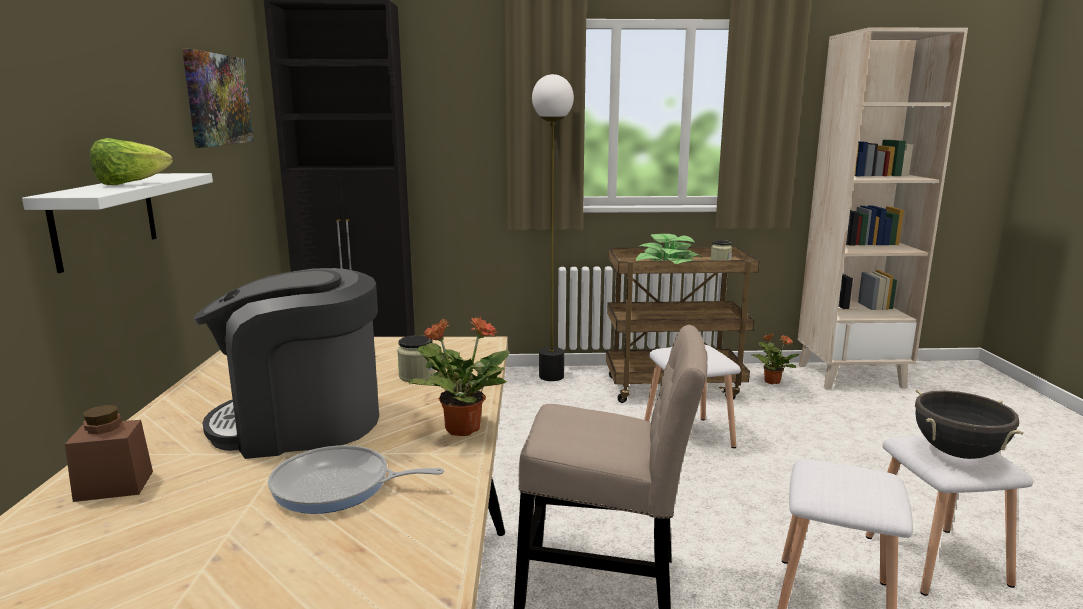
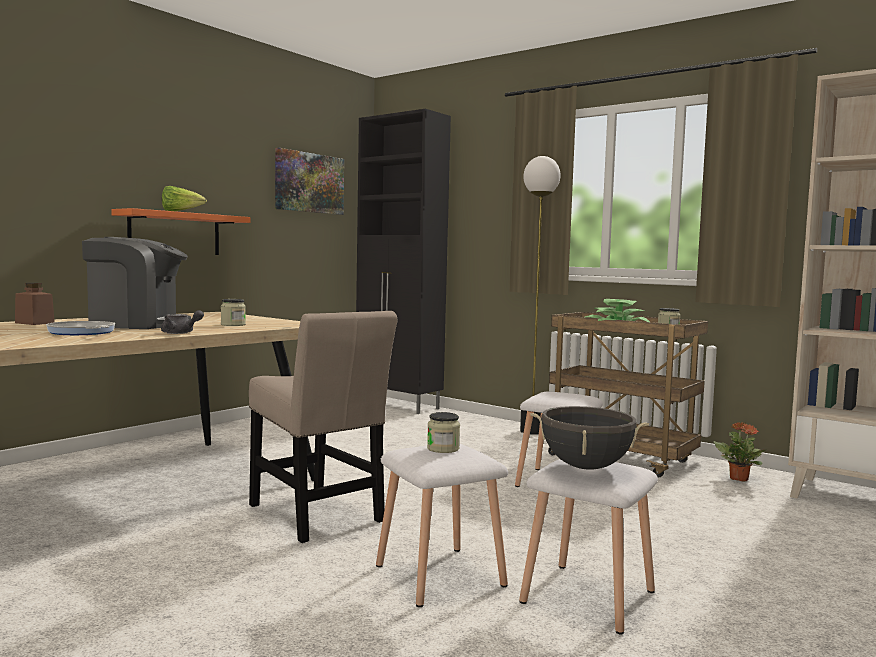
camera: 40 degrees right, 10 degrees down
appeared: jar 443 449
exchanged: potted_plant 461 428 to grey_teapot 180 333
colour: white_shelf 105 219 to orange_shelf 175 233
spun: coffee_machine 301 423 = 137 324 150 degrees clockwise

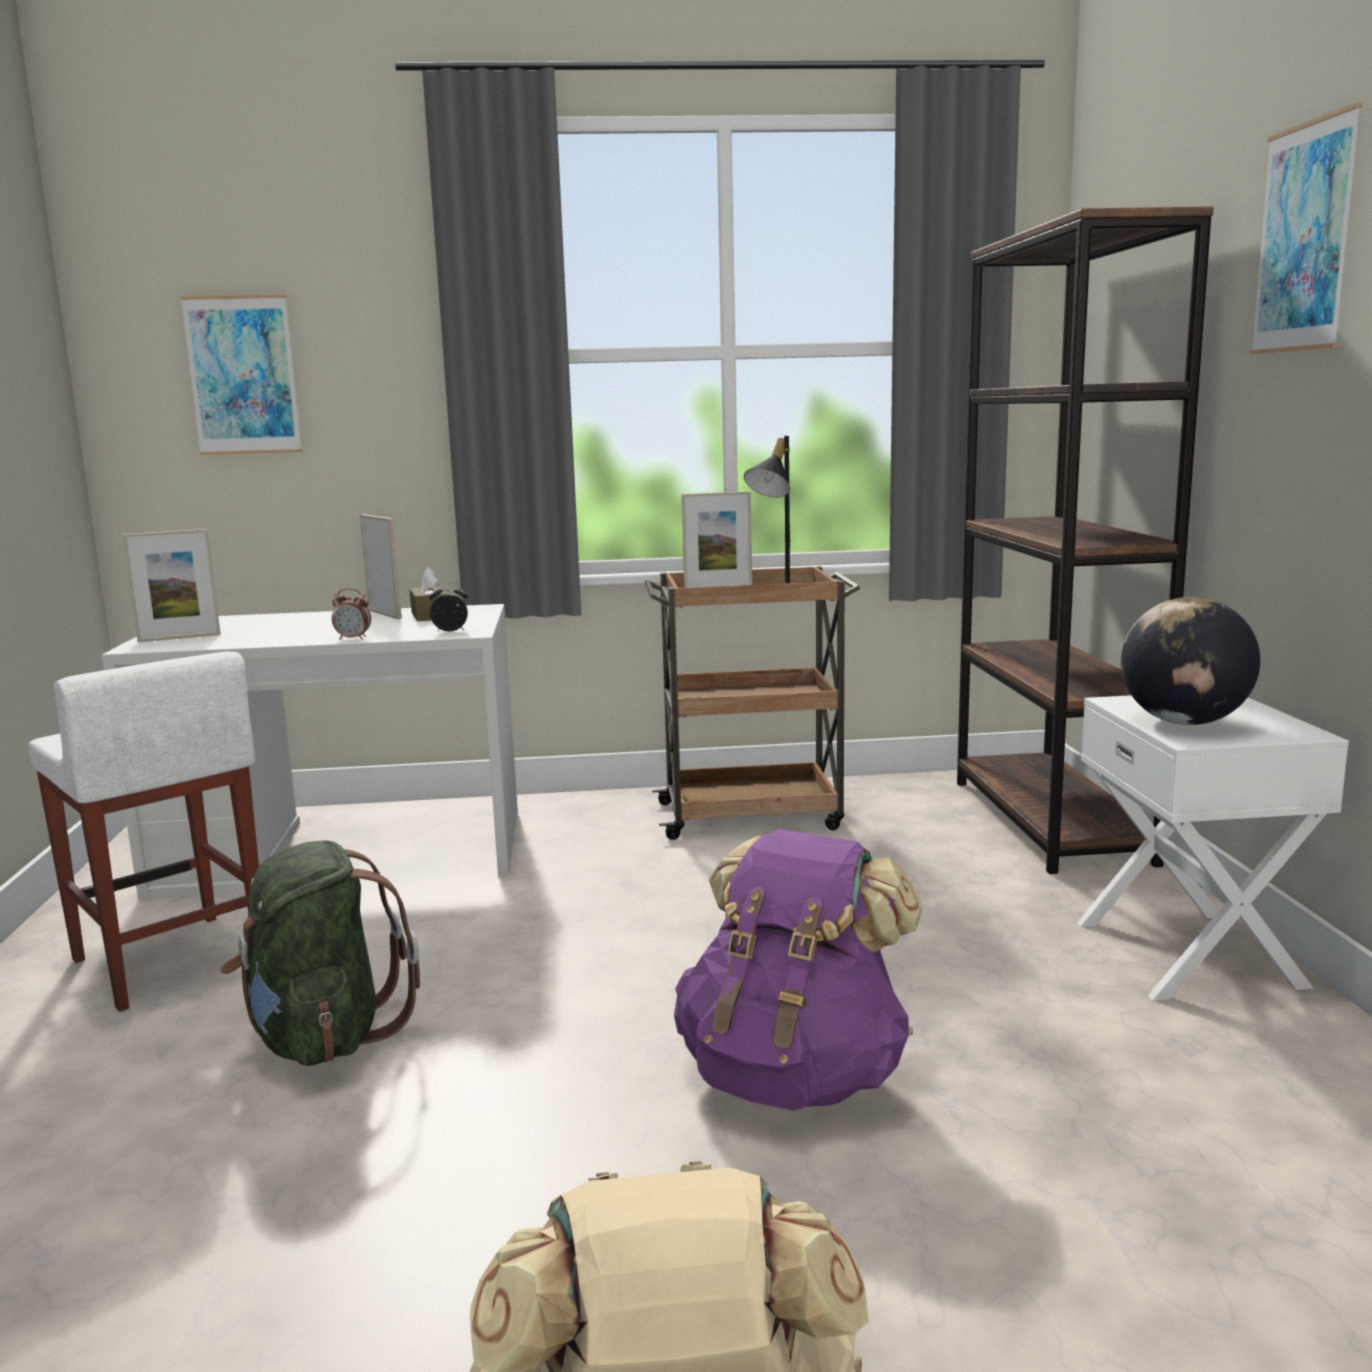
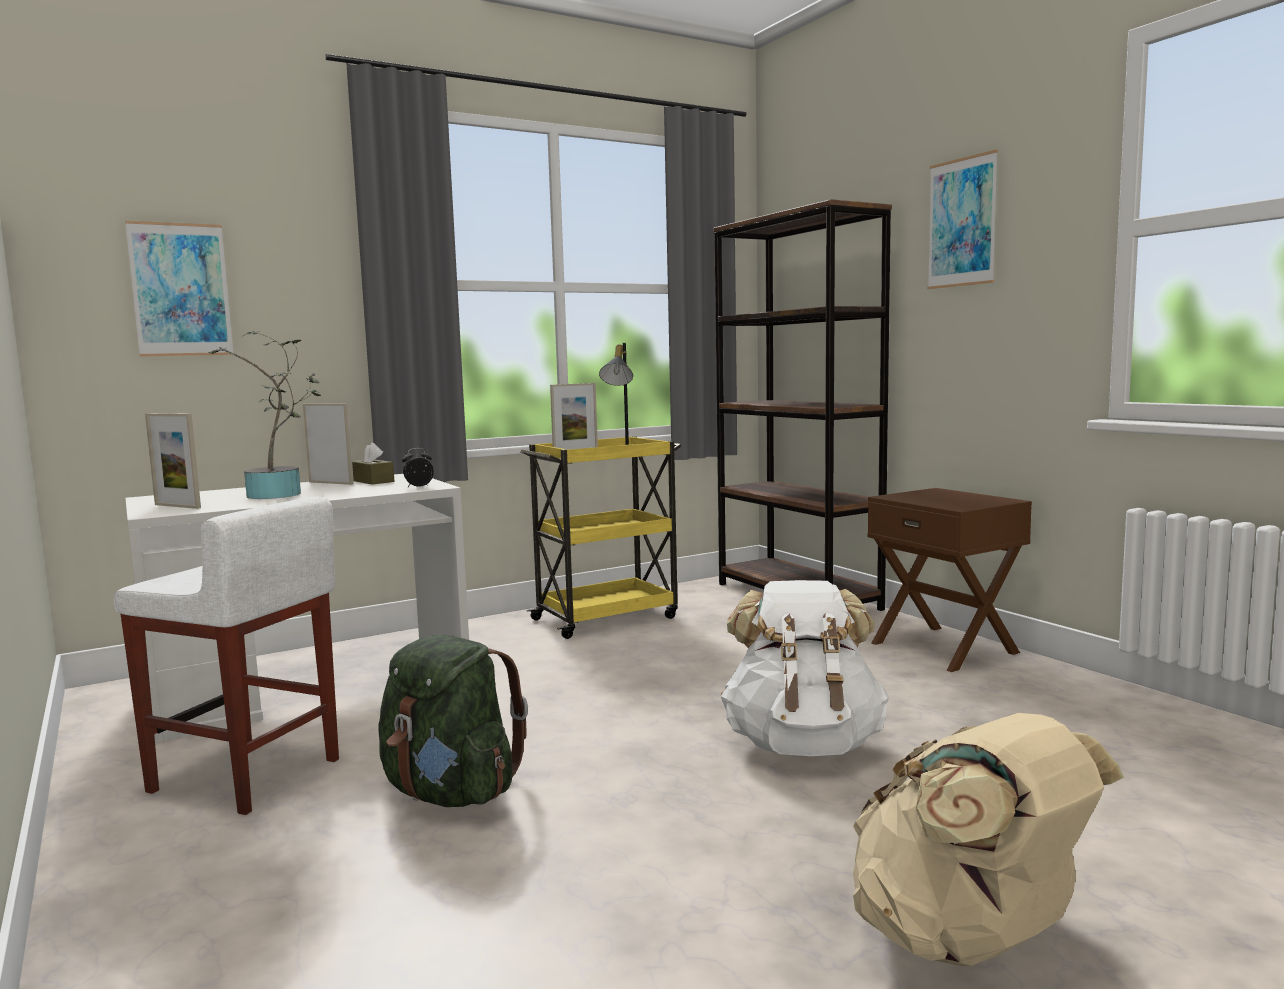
camera: 25 degrees left, 5 degrees down
missing: alarm_clock 353 639; globe 1184 722
appeared: potted_plant 280 495
colour: brown_cart 752 815 to yellow_cart 607 618; purple_backpack 794 1074 to white_backpack 803 744; white_nightstand 1190 953 to brown_nightstand 945 647
spun: picture_frame 179 638 = 177 506 75 degrees clockwise

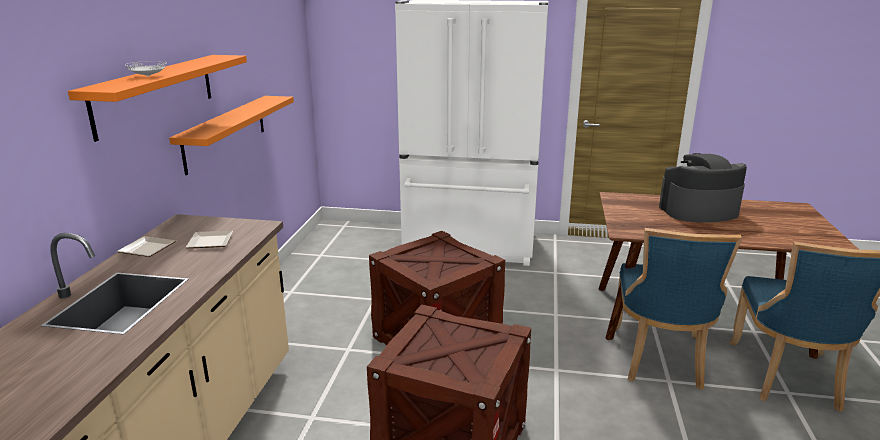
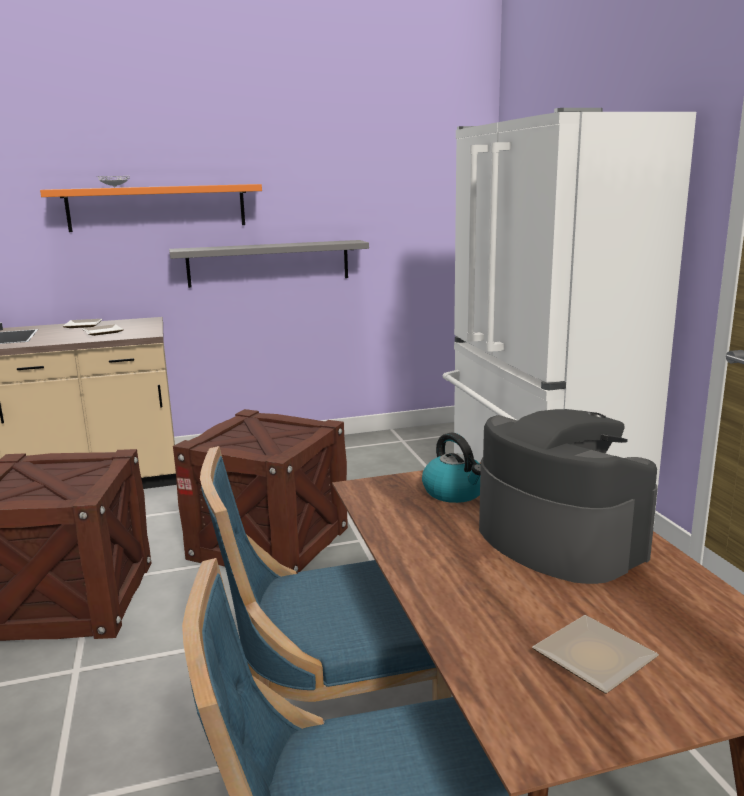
camera: 65 degrees right, 5 degrees down
appeared: kettle 455 492; plate 589 657
colour: orange_shelf 226 132 to grey_shelf 269 263

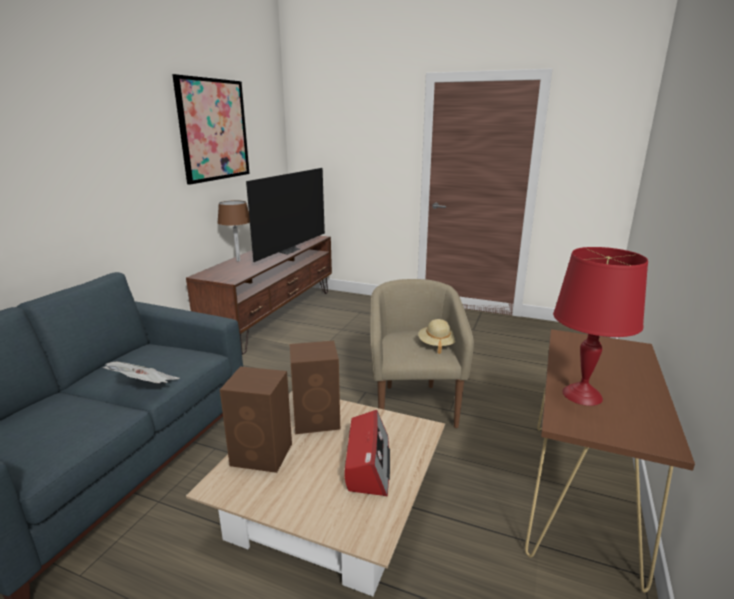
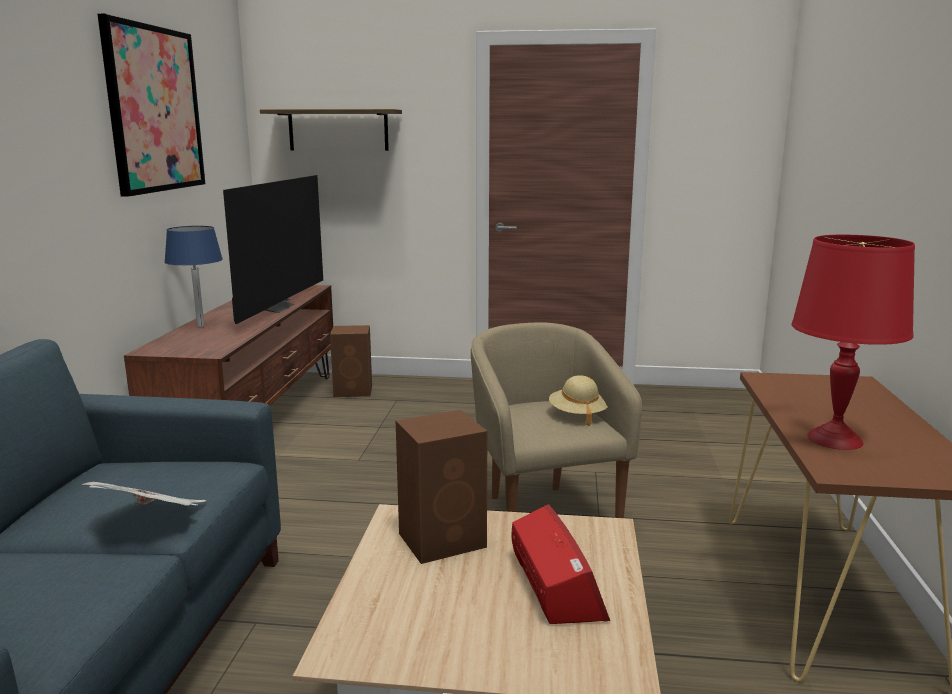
camera: 15 degrees left, 5 degrees down
appeared: shelf 338 130
relocated: brown_speaker 263 454 to 354 391
colour: brown_table_lamp 238 260 to blue_table_lamp 200 326

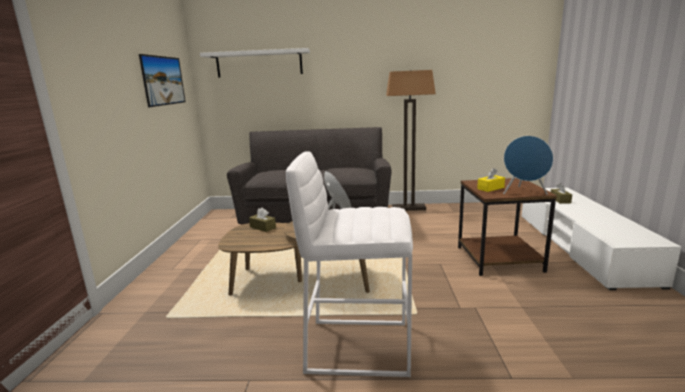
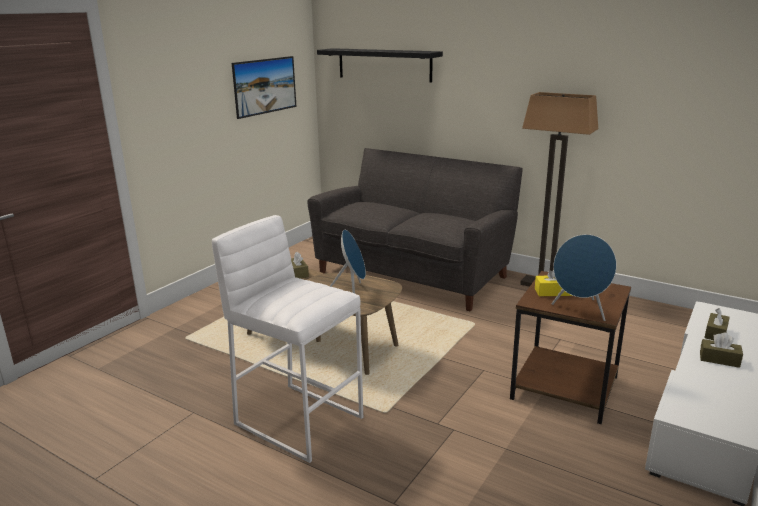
camera: 30 degrees right, 5 degrees up
appeared: brown_tissue_box 719 359
colour: white_shelf 259 63 to black_shelf 384 64

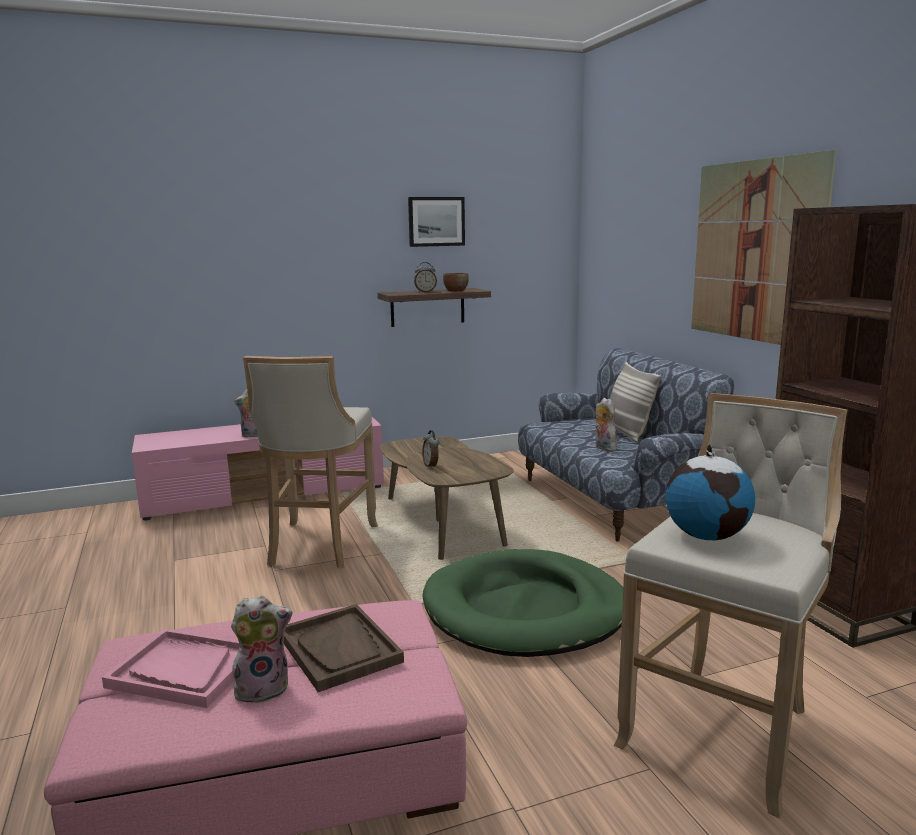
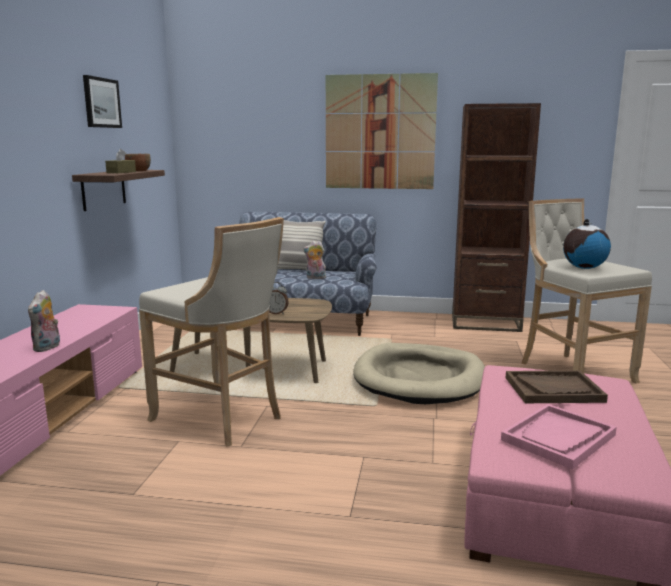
camera: 60 degrees left, 0 degrees up
missing: plush_toy 263 688
exchanged: alarm_clock 425 292 to brown_tissue_box 121 172
colour: green_dog_bed 526 610 to beige_dog_bed 419 378

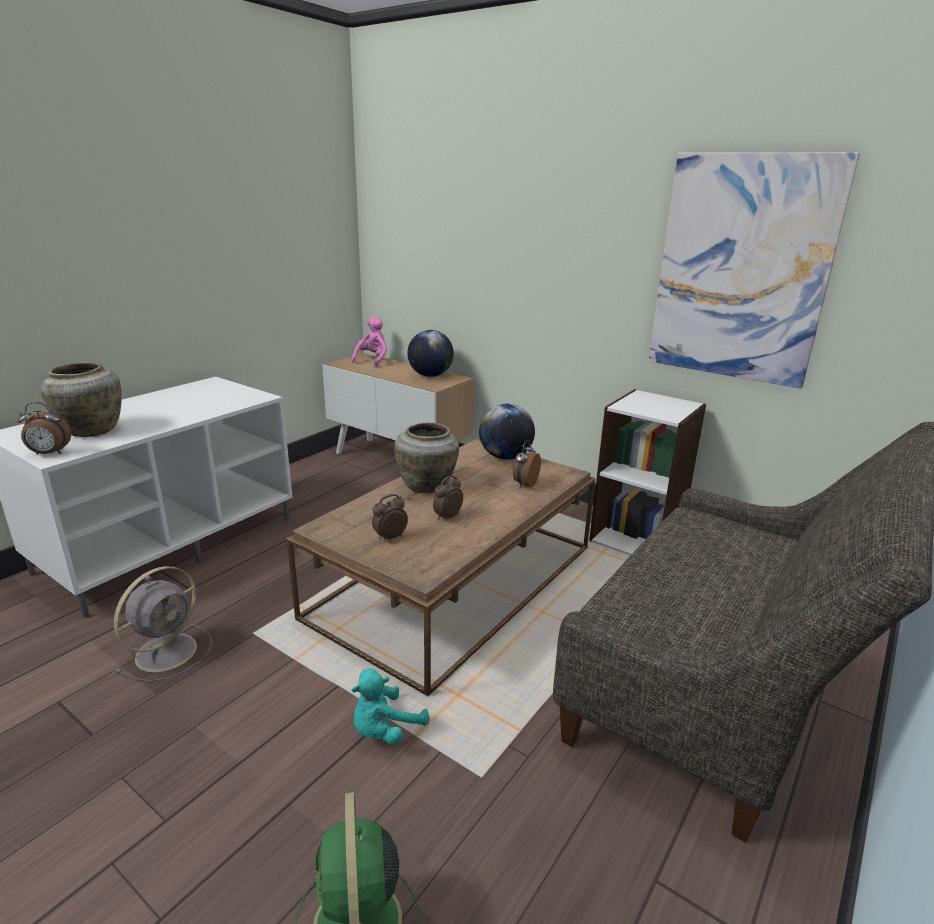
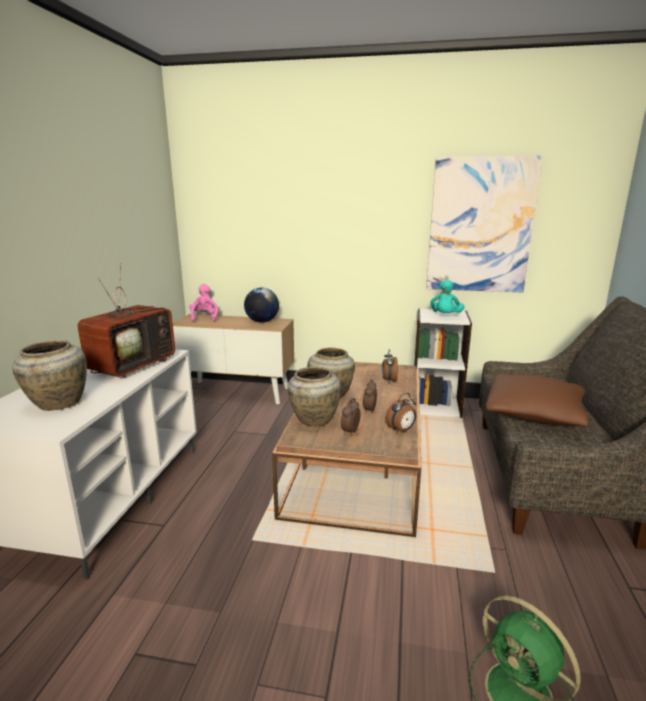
camera: 25 degrees left, 5 degrees down
missing: grey_fan 168 651; globe 505 457
appeared: television 133 365; beige_vase 313 419; brown_pillow 534 413
relocated: alarm_clock 49 453 to 401 430; turquoise_plush_toy 385 730 to 445 316

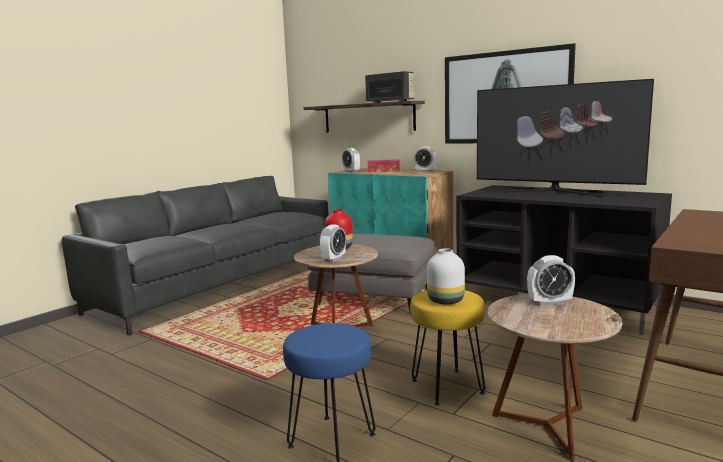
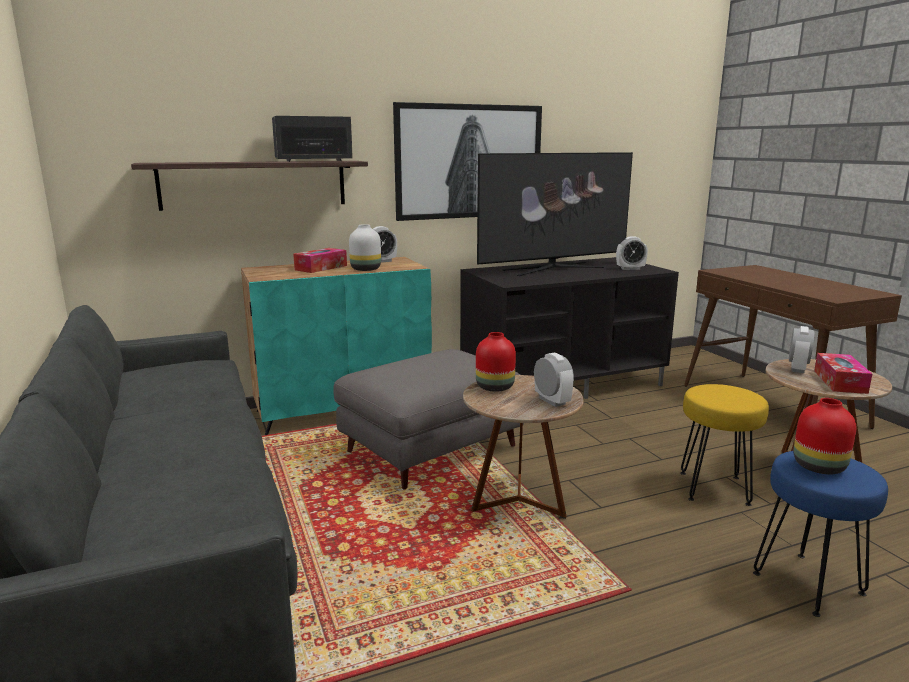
camera: 60 degrees left, 5 degrees up
appeared: red_vase 817 467; tissue_box 840 382
relocated: white_vase 446 301 to 366 269; alarm_clock 351 172 to 630 269

